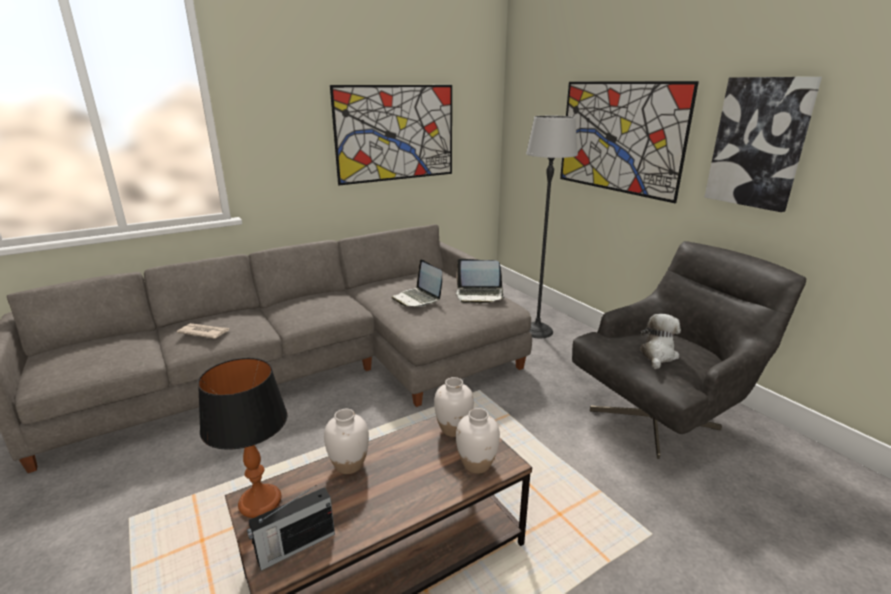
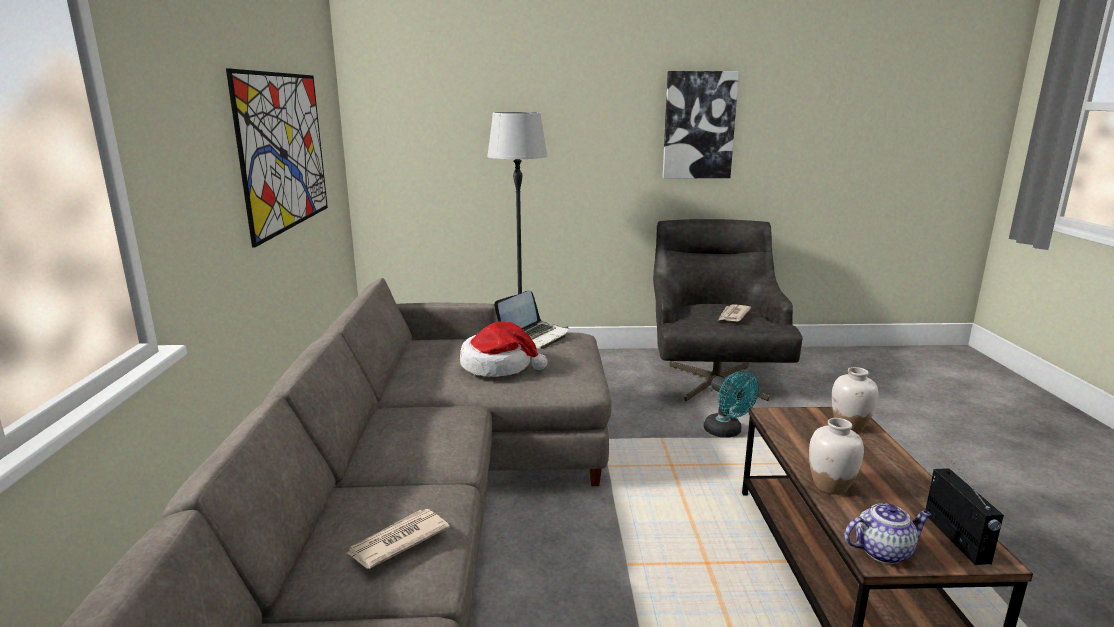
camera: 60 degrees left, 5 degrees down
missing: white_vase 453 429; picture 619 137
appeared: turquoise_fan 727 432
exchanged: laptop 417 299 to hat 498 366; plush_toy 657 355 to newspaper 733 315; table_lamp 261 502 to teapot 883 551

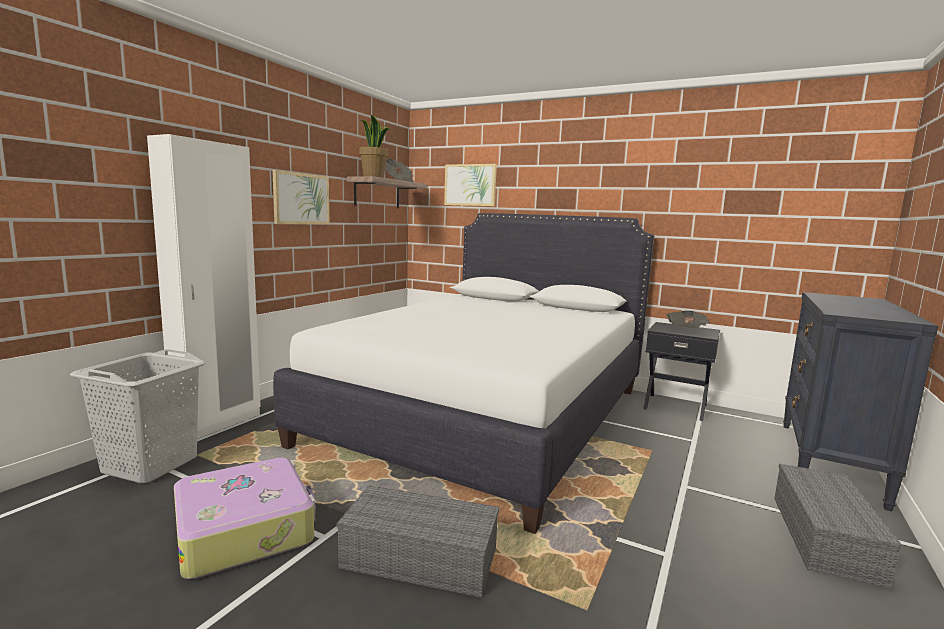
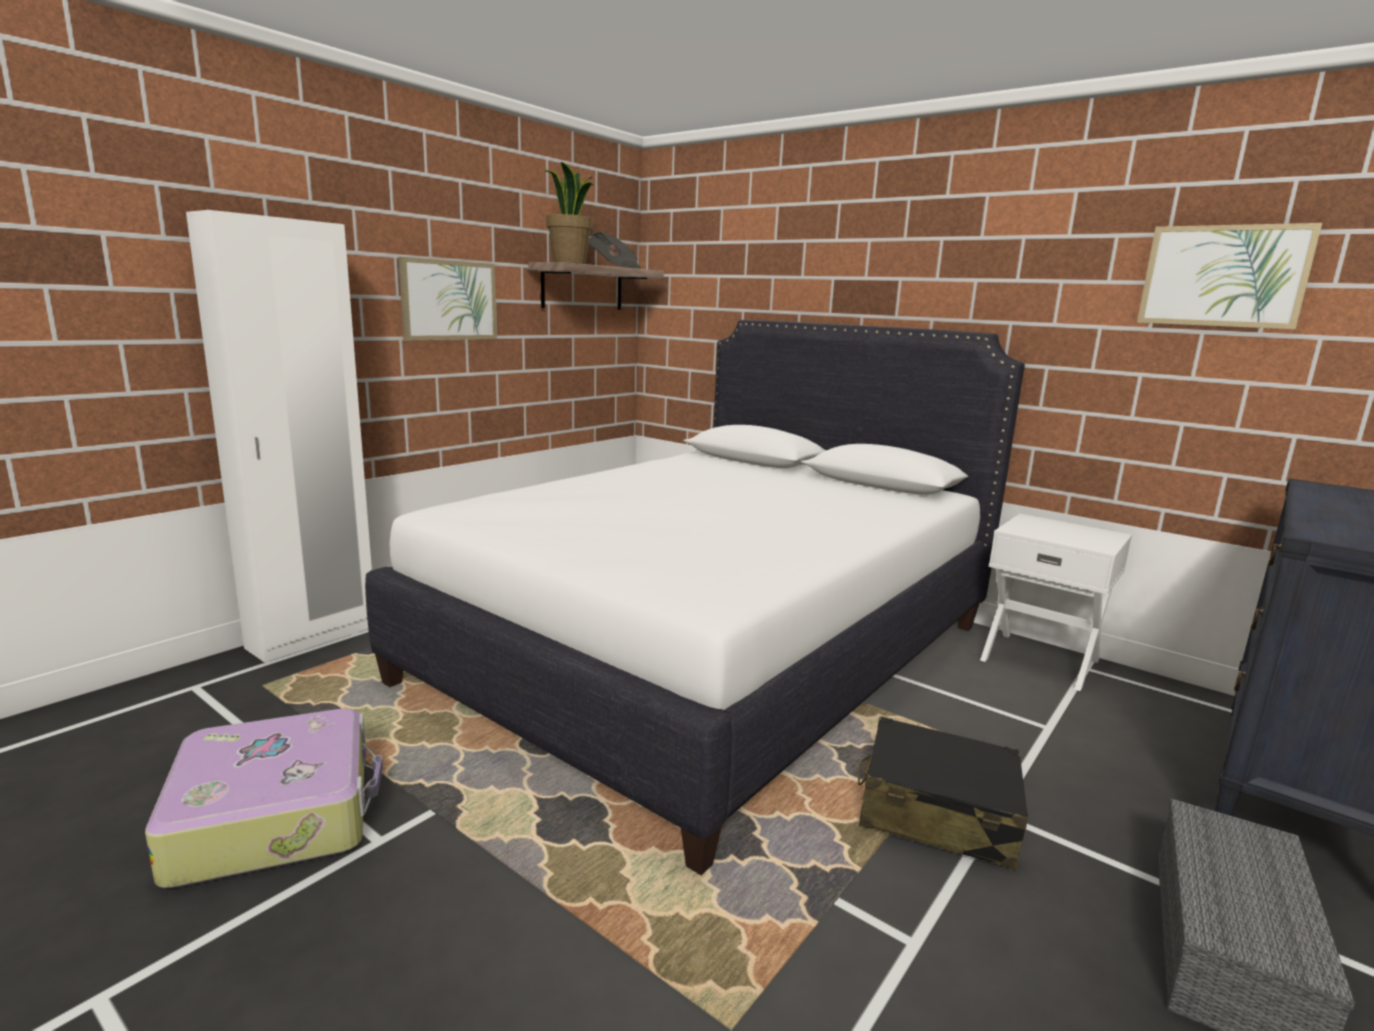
camera: 10 degrees right, 5 degrees up
missing: grey_laundry_basket 151 465; grey_storage_box 417 558; newspaper 686 331
appeared: black_suitcase 936 812
relocated: picture 470 185 to 1223 276
colour: black_nightstand 675 406 to white_nightstand 1040 659

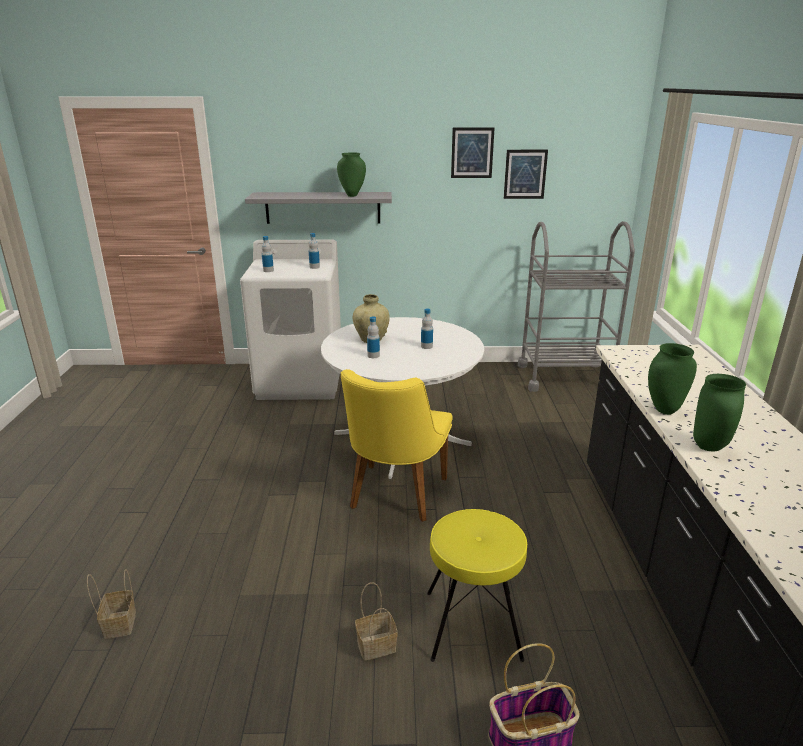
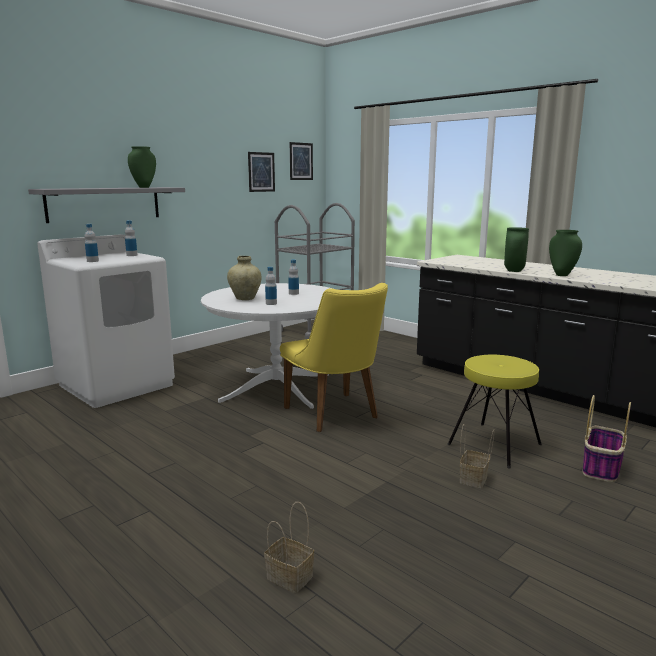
camera: 45 degrees left, 10 degrees down
relocated: picture 472 153 to 301 161

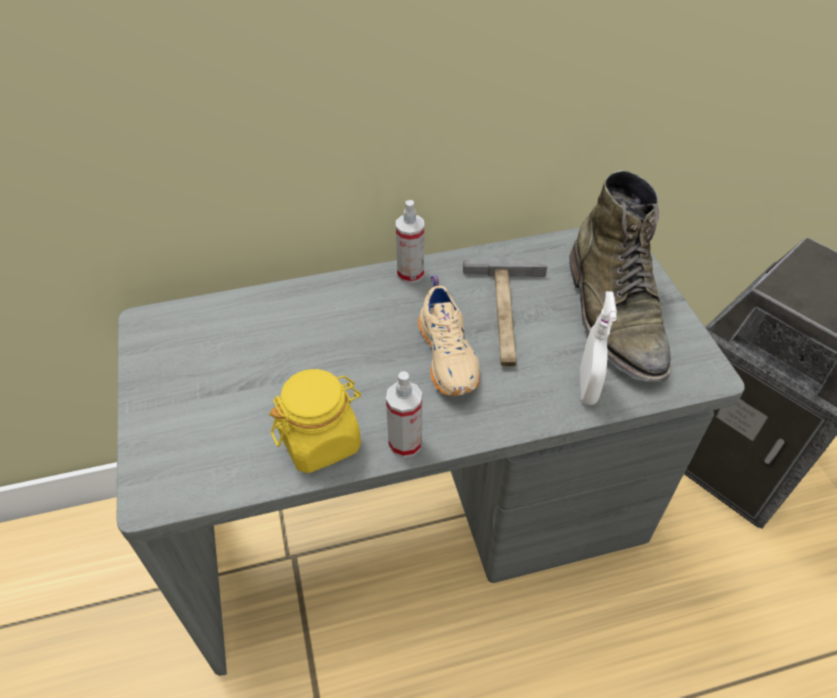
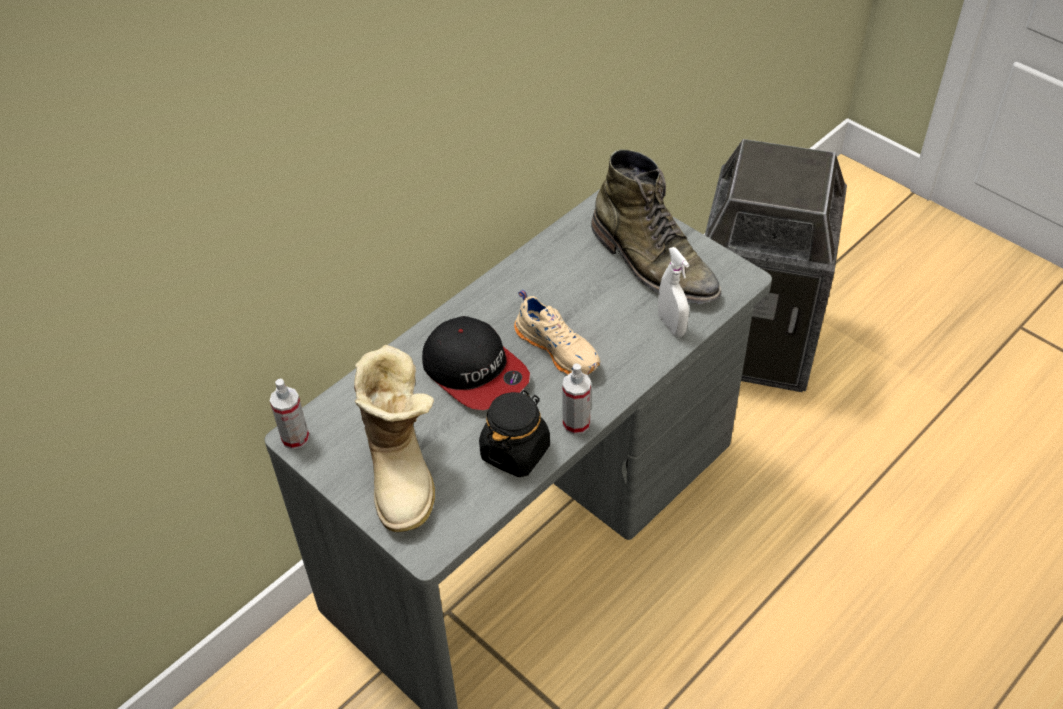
camera: 30 degrees left, 0 degrees up
missing: hammer 507 314
appeared: boot 403 471; cap 475 371
relocated: spray_bottle 410 273 to 295 438
colour: yellow_jar 321 440 to black_jar 515 451

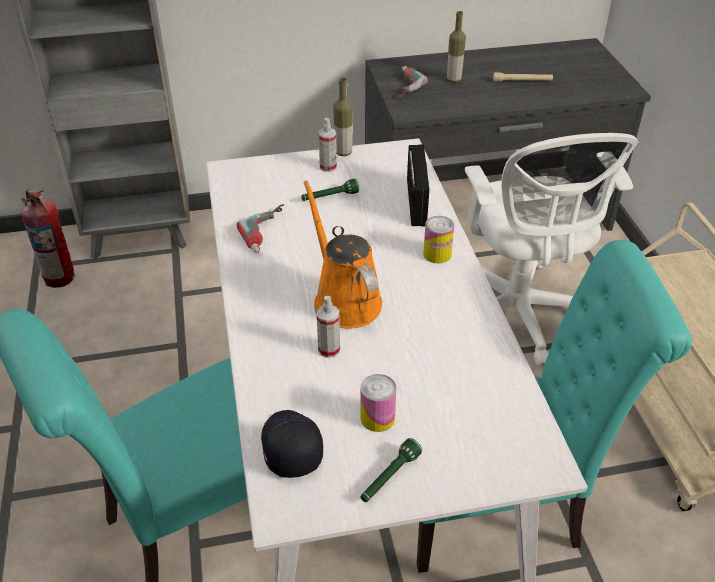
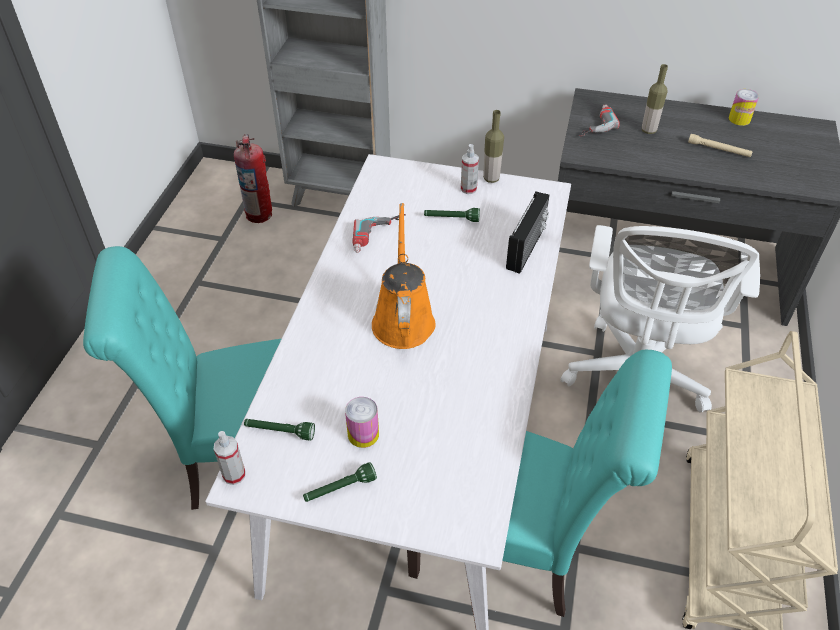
camera: 25 degrees right, 5 degrees up
relocated: spray_bottle 329 349 to 234 475; can 437 254 to 739 119
exchanged: black_cap 290 447 to green_flashlight 279 432

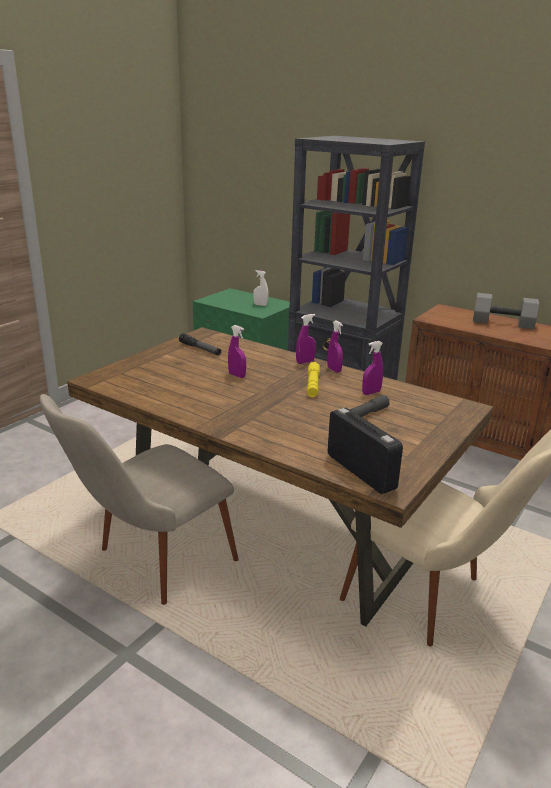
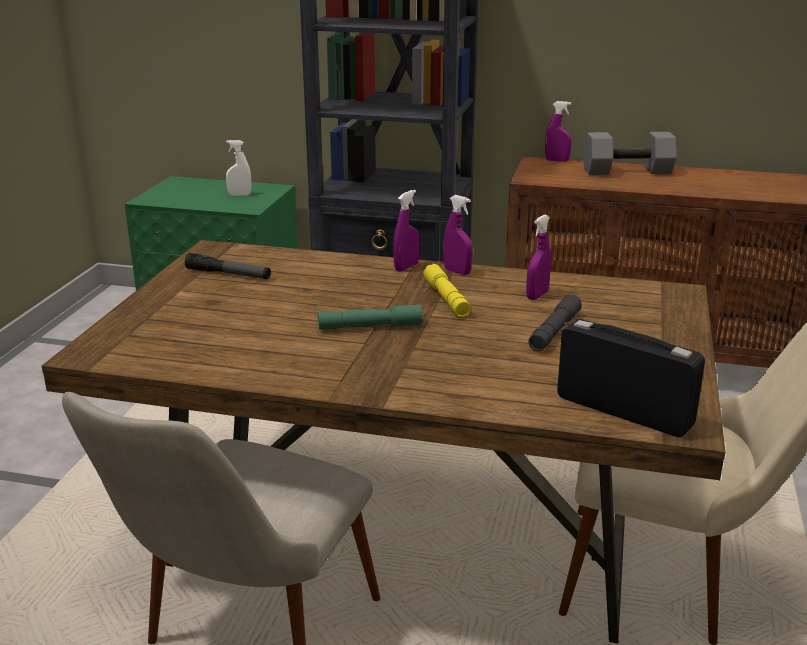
camera: 20 degrees left, 0 degrees up
appeared: green_flashlight 370 327
relocated: purple_spray_bottle 237 375 to 557 160

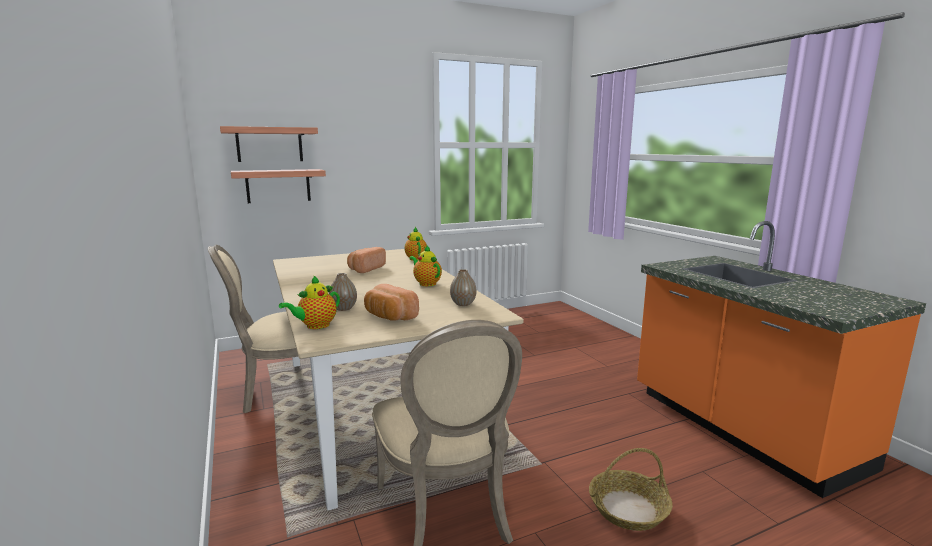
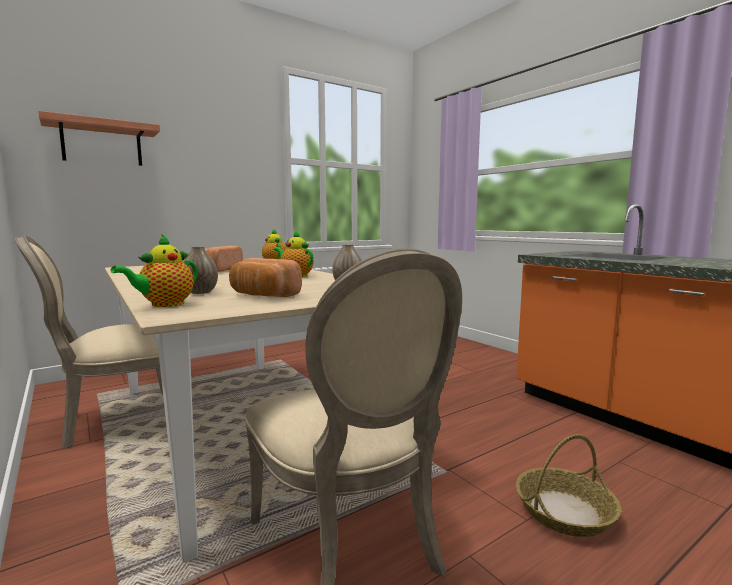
camera: 10 degrees left, 5 degrees down
missing: shelf 278 186

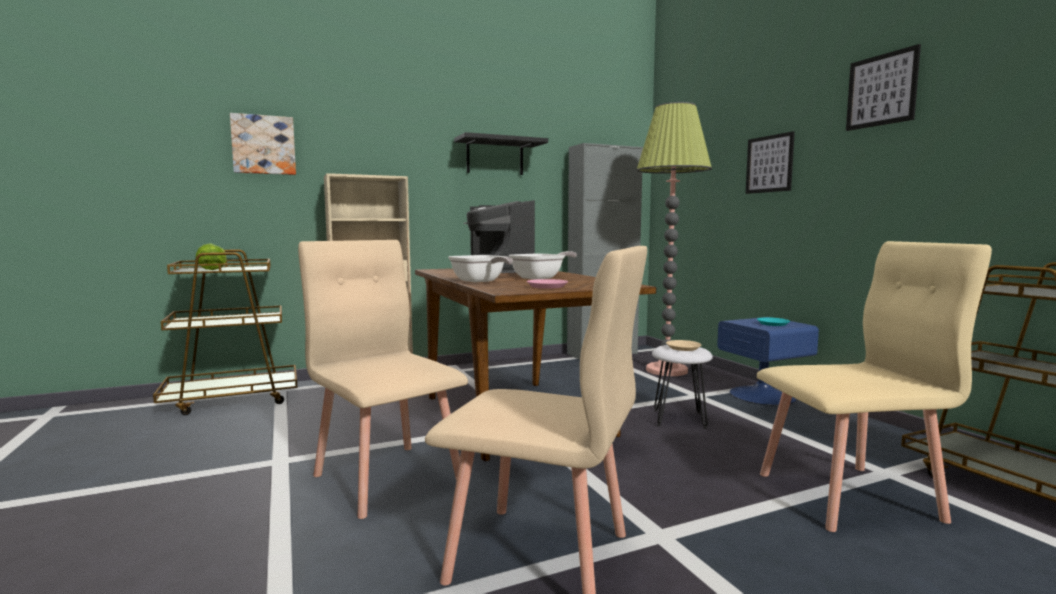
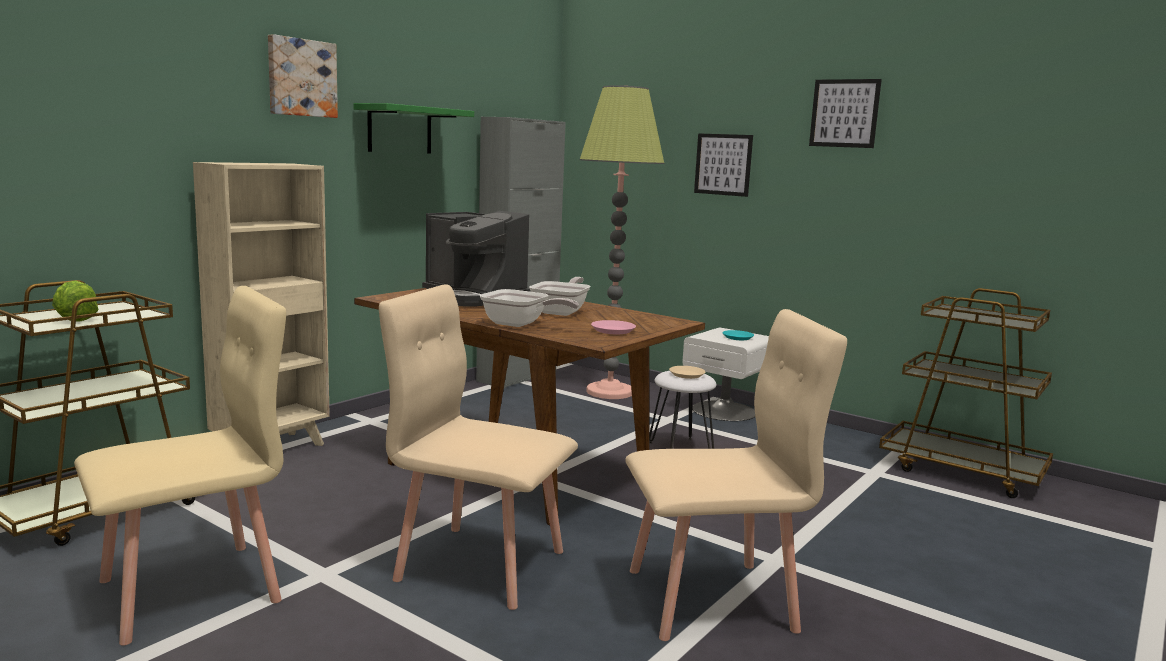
camera: 30 degrees left, 5 degrees up
relocated: beige_chair 849 496 to 192 590; picture 263 145 to 301 78
colour: black_shelf 495 157 to green_shelf 400 129; blue_nightstand 763 395 to white_nightstand 724 410

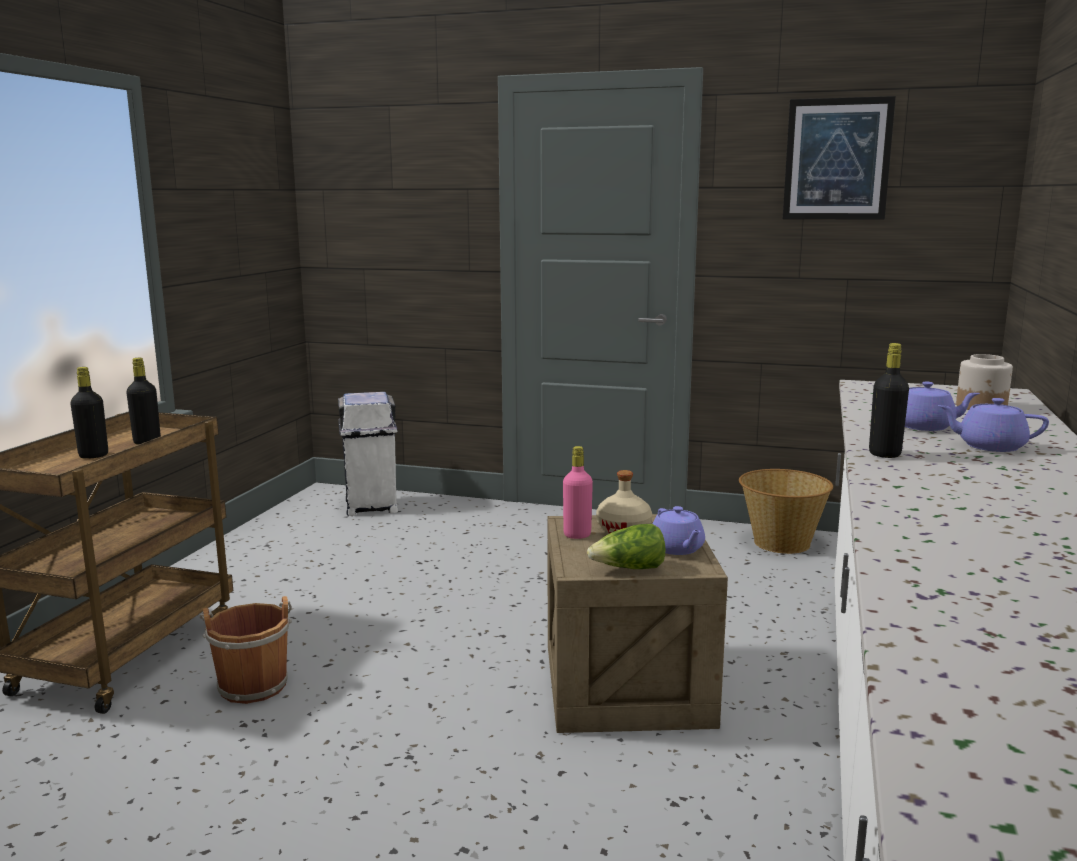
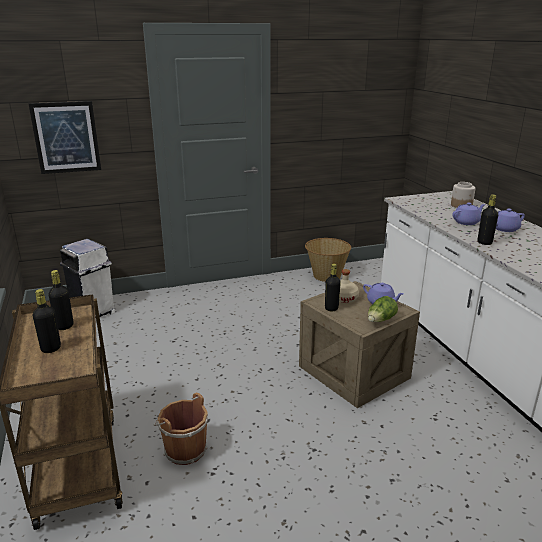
camera: 35 degrees left, 10 degrees up
relocated: picture 837 159 to 66 137
colour: pink_bottle 577 535 to black_bottle 331 308

